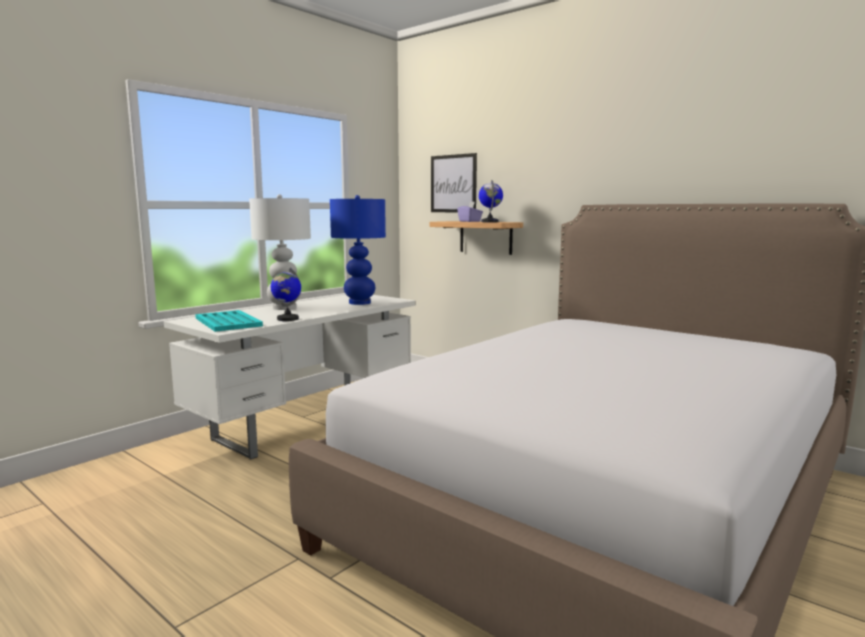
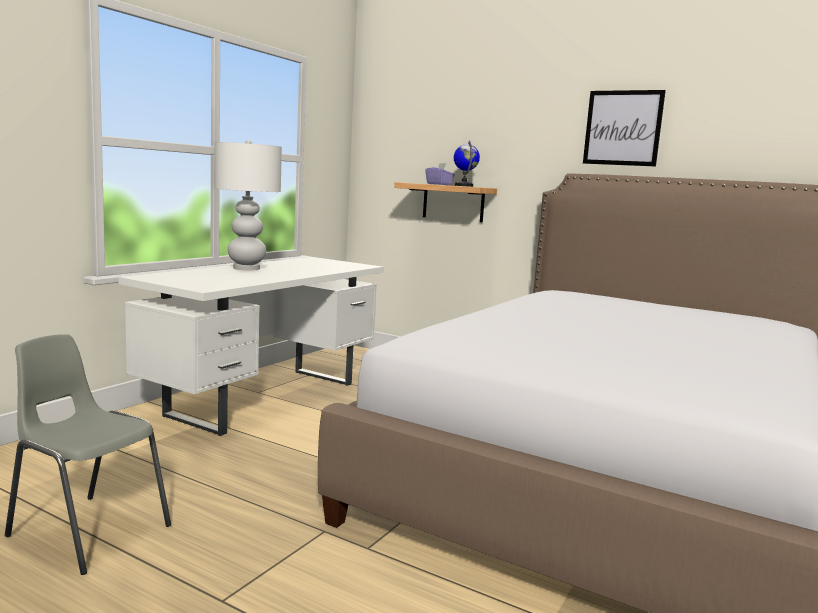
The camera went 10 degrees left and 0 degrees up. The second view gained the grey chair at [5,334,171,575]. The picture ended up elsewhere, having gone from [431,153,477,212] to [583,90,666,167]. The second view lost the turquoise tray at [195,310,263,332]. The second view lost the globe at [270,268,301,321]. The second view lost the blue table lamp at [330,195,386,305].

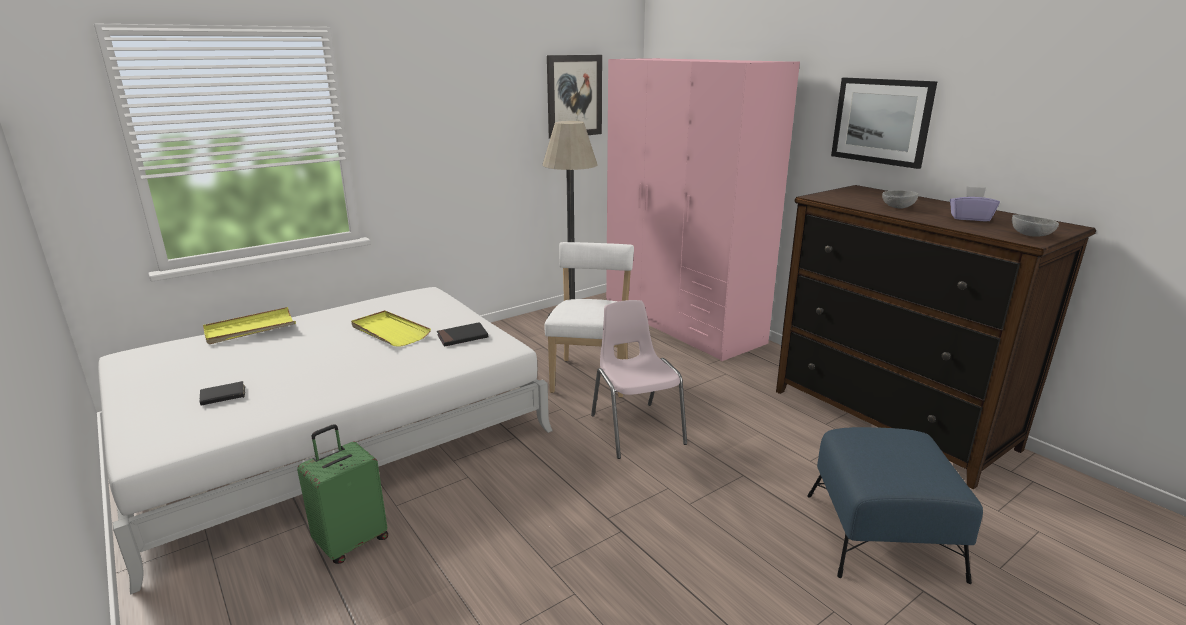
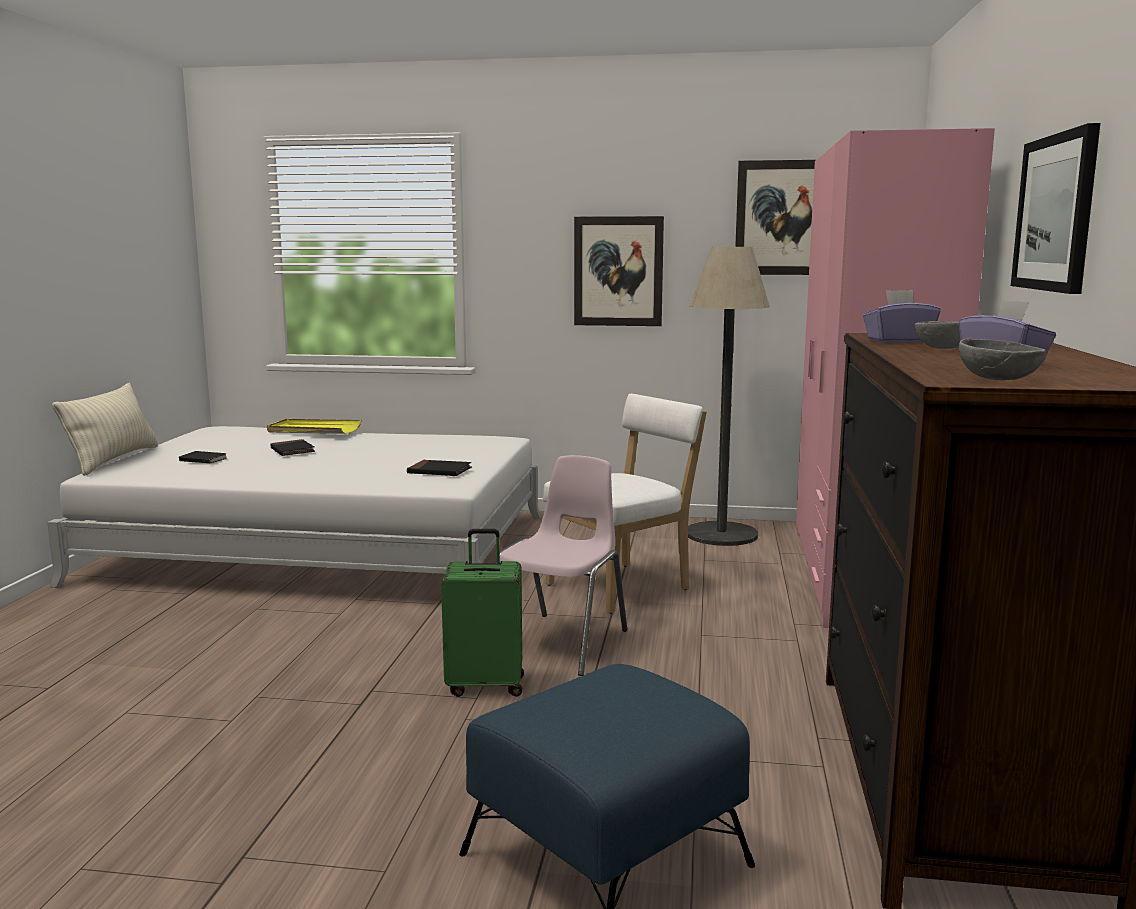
The camera went 45 degrees right and 10 degrees down. The second view gained the beige pillow at [52,383,158,476]. The second view gained the black book at [270,439,315,456]. The green suitcase ended up elsewhere, having gone from [297,424,388,564] to [441,529,524,697]. The second view gained the picture at [574,216,664,326]. The second view gained the purple tissue box at [863,290,941,343]. The second view lost the yellow tray at [351,310,431,347].

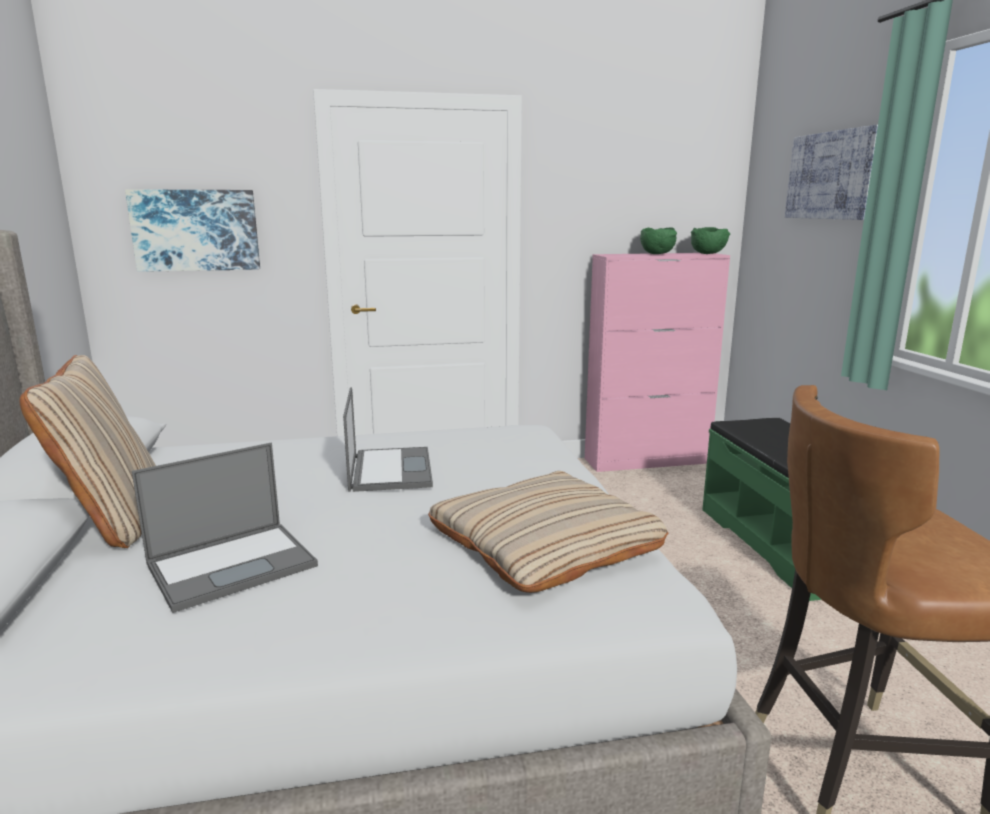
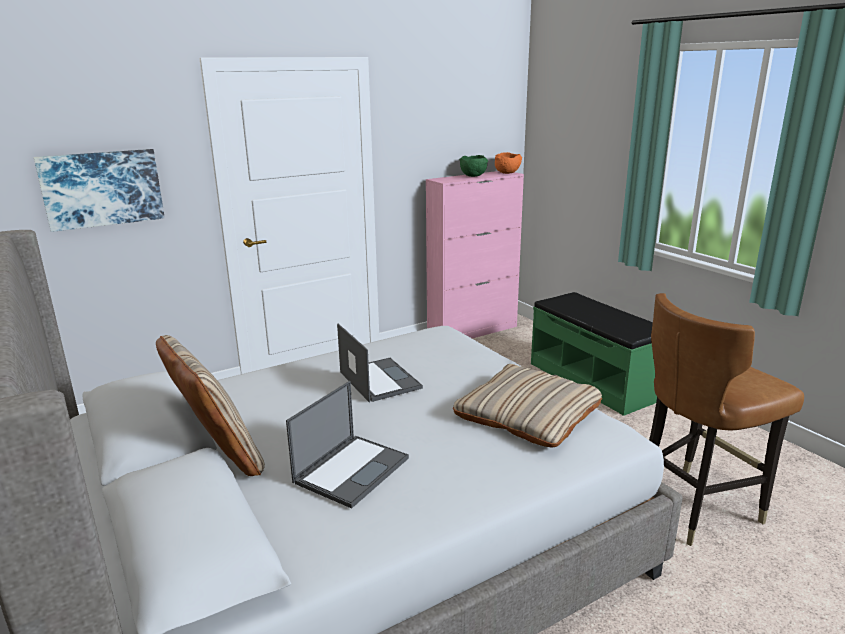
The camera went 20 degrees left and 5 degrees up. What was the green bowl at [691,227,730,254] turned into the orange bowl at [495,152,522,174]. The second view lost the picture at [785,125,878,220].

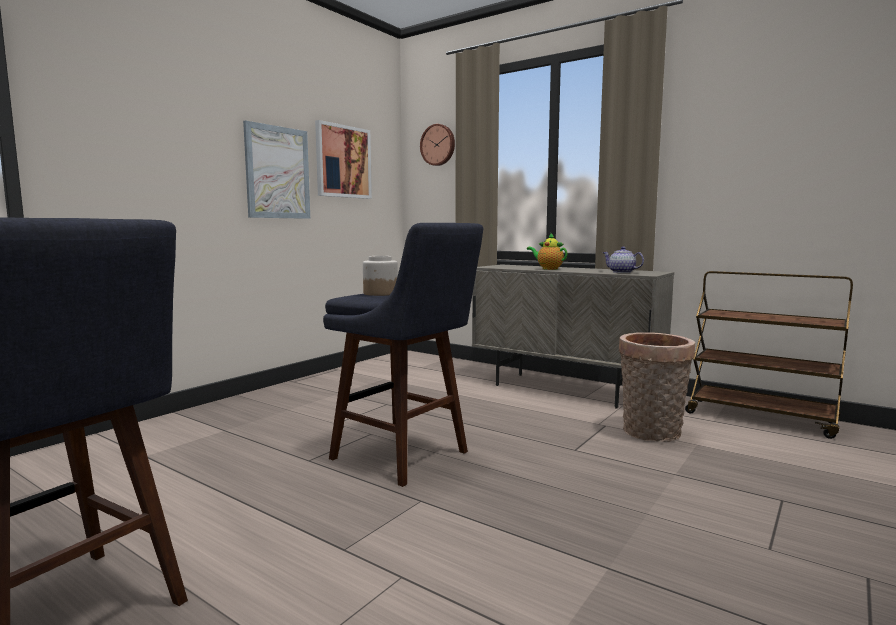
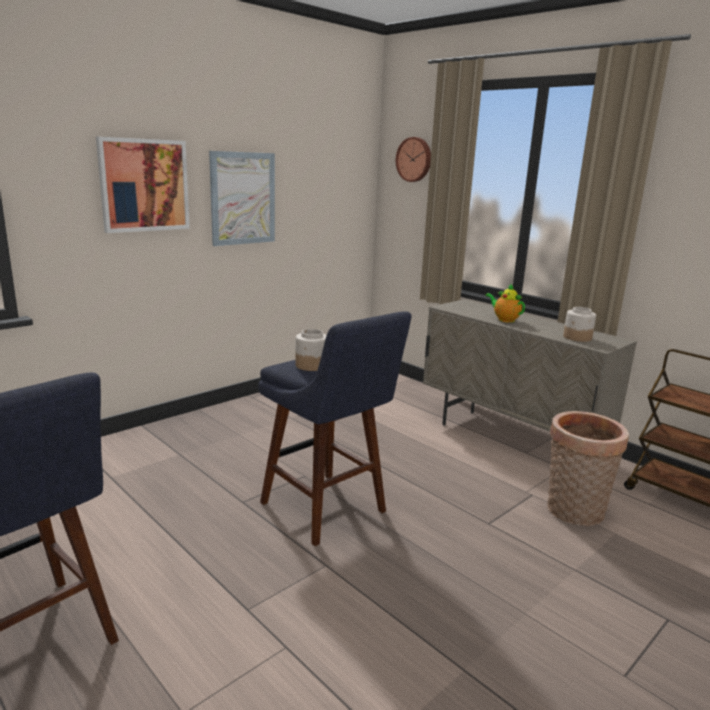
The camera went 10 degrees right and 10 degrees up. The picture ended up elsewhere, having gone from [315,120,372,199] to [96,137,190,233]. Where the teapot stood at [603,247,644,273], the jar came to stand at [563,307,596,342].

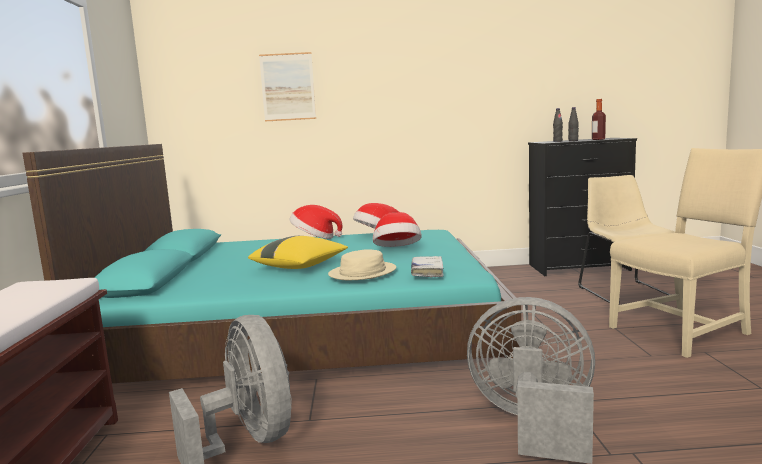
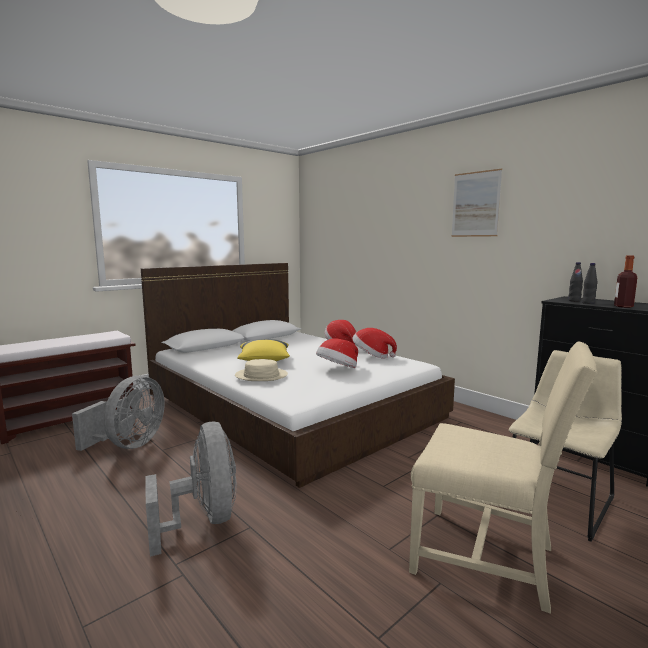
The camera went 50 degrees right and 0 degrees up. What was the turquoise bed at [23,144,521,383] turned into the white bed at [141,263,455,488]. The picture ended up elsewhere, having gone from [259,52,316,121] to [451,169,502,237]. The second view lost the white book at [411,256,444,278].

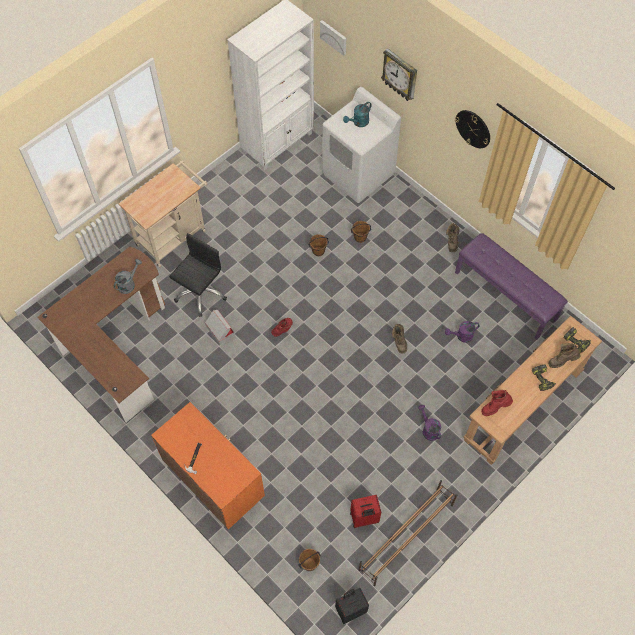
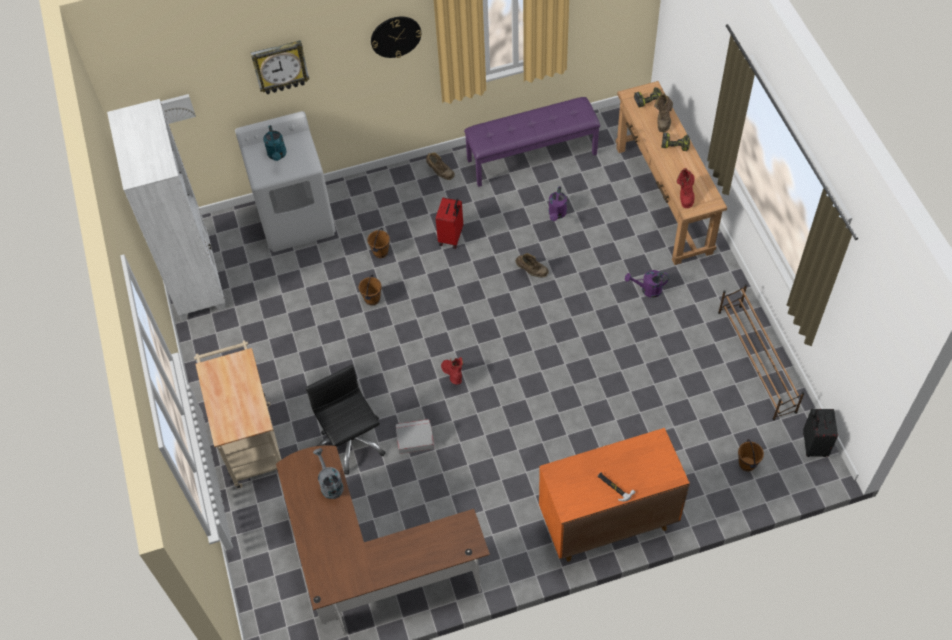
The camera went 60 degrees left and 5 degrees down. The red suitcase ended up elsewhere, having gone from [350,495,381,528] to [436,198,463,249].

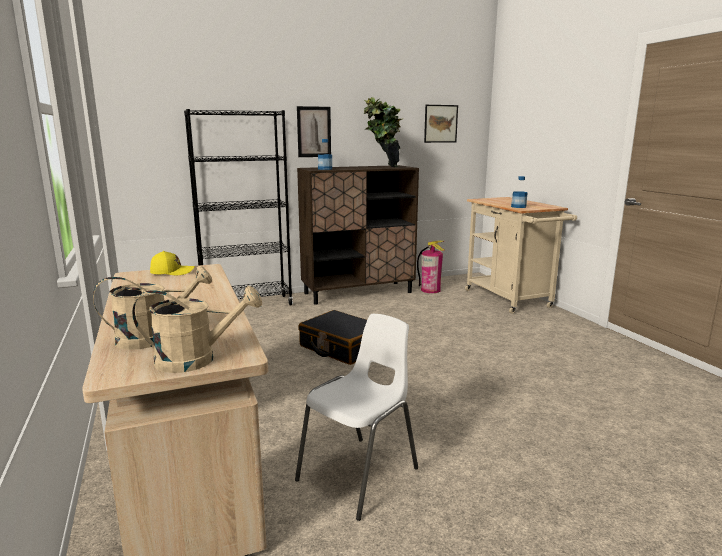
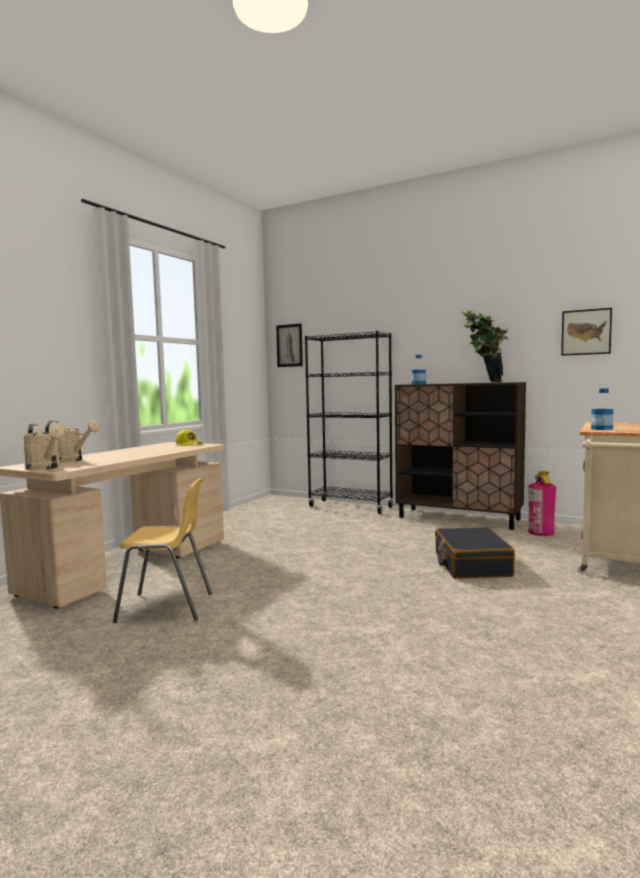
The camera went 50 degrees right and 10 degrees down. What was the white chair at [295,314,418,521] turned into the yellow chair at [113,478,212,623]. The picture ended up elsewhere, having gone from [297,106,331,157] to [276,323,303,367]. The black suitcase ended up elsewhere, having gone from [298,310,367,365] to [435,527,515,579].

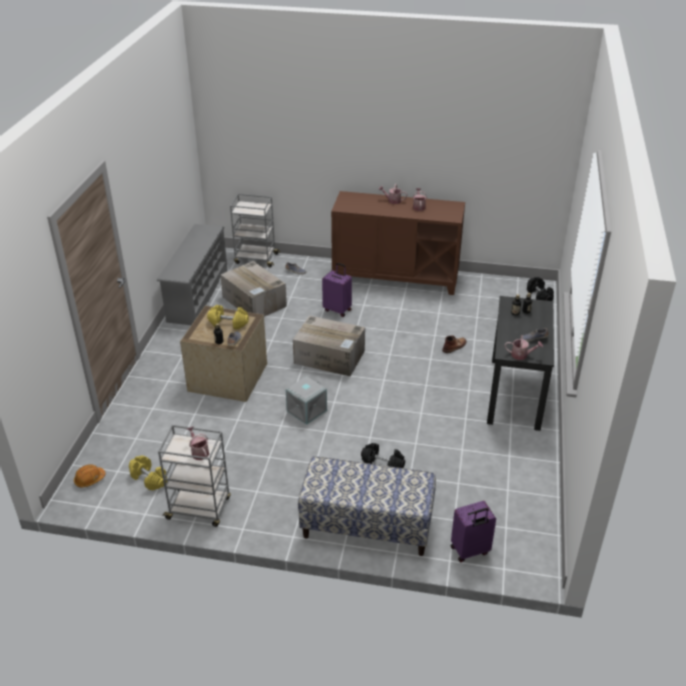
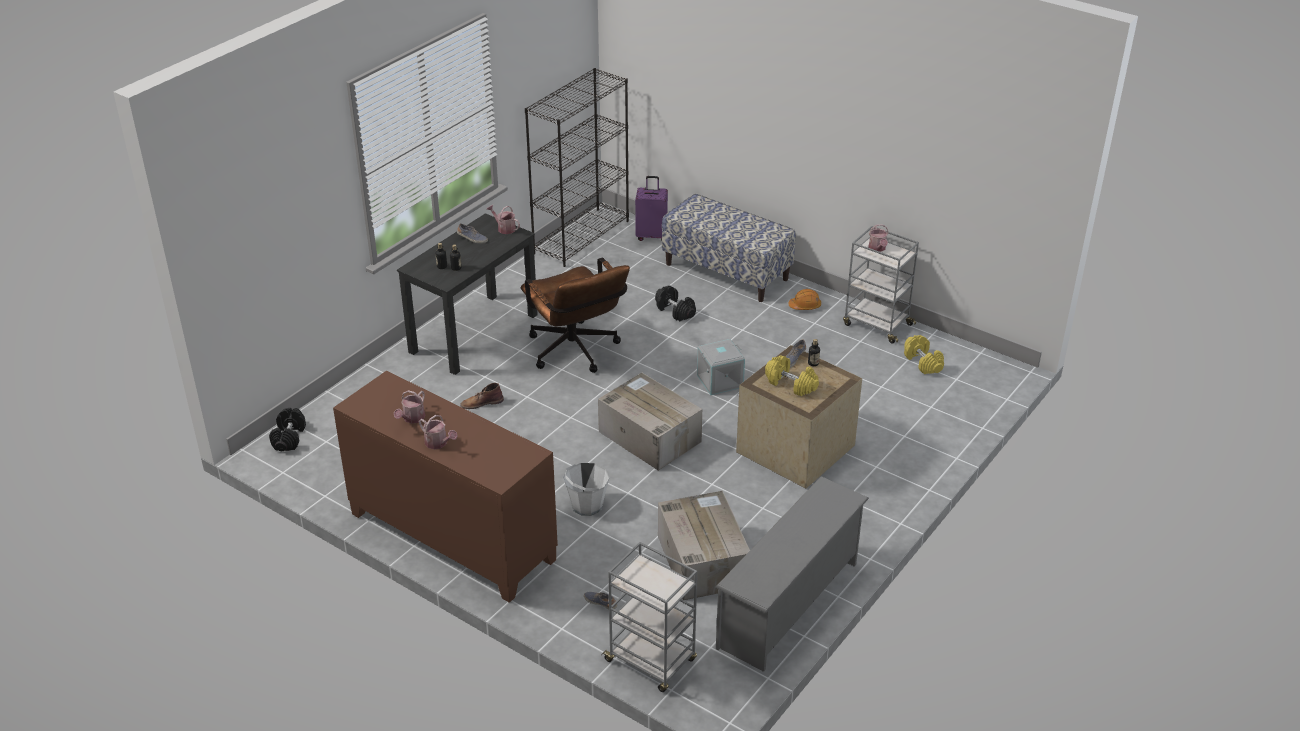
The camera went 155 degrees left and 0 degrees up. The second view gained the brown office chair at [521,258,630,373]. The second view gained the black bookcase at [525,68,629,267]. Where the purple suitcase stood at [322,263,352,317], the white bucket came to stand at [563,463,609,516]. The orange hard hat ended up elsewhere, having gone from [74,464,105,487] to [788,289,821,310].

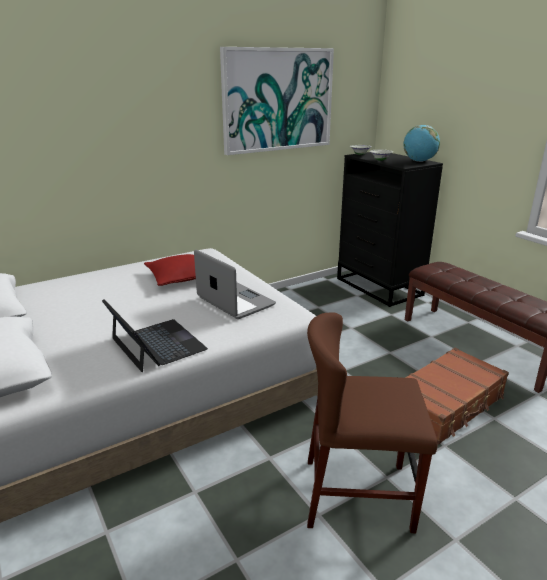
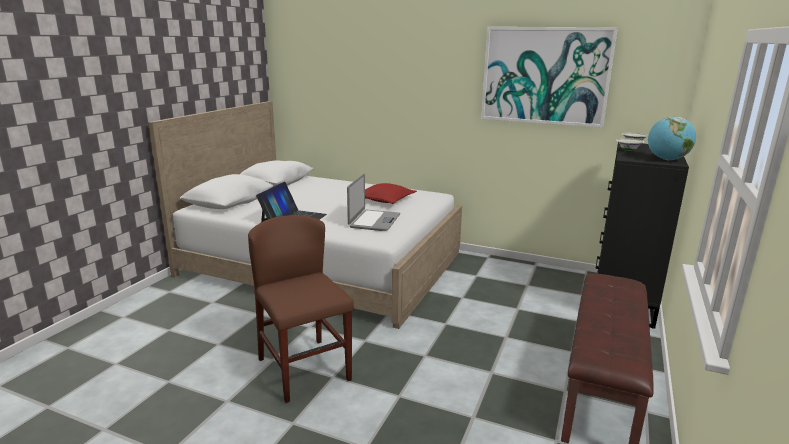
The camera went 55 degrees right and 5 degrees down. The second view lost the brown suitcase at [405,348,509,444].

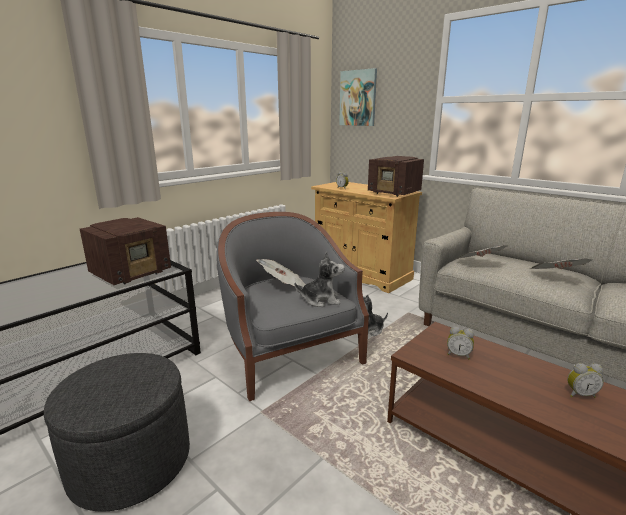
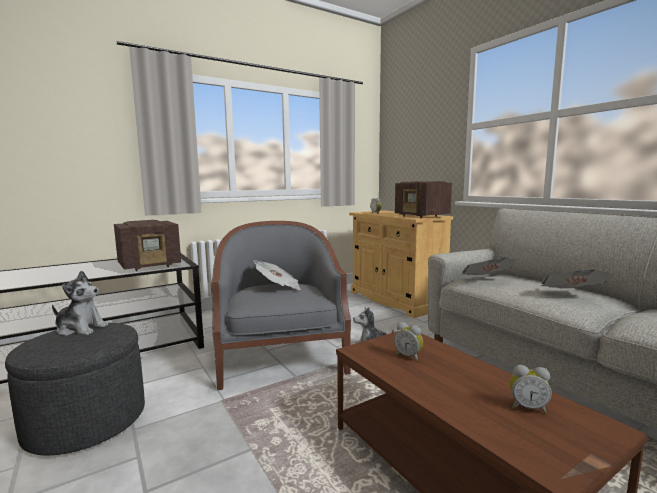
The camera went 15 degrees right and 10 degrees down. The plush toy ended up elsewhere, having gone from [295,251,345,307] to [52,270,108,336]. The second view lost the picture at [339,68,377,126].

